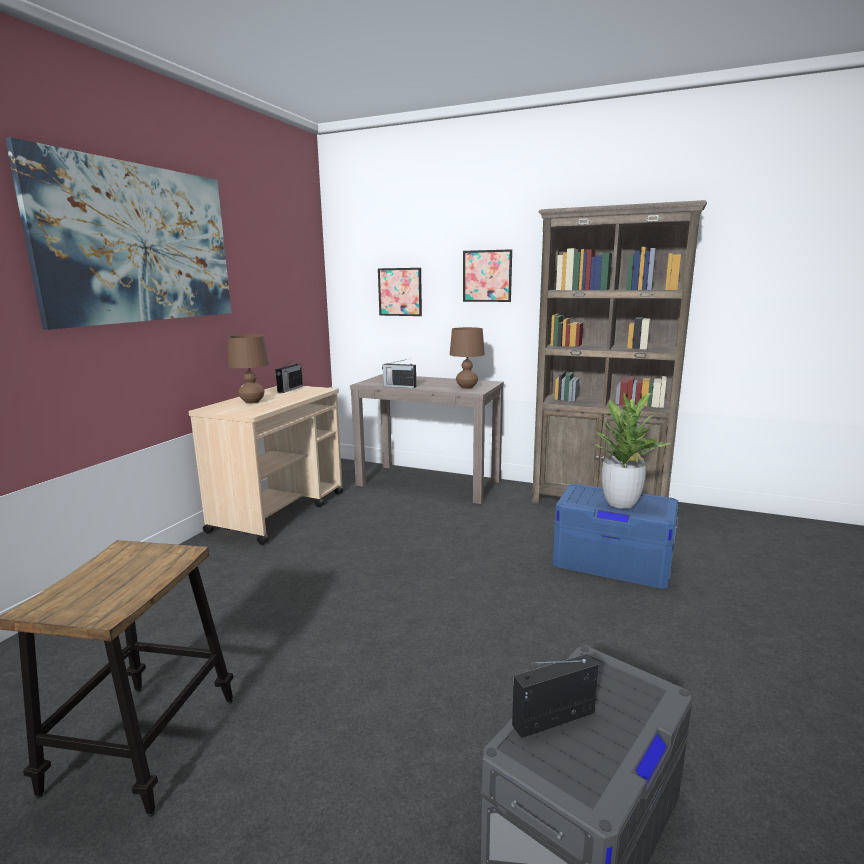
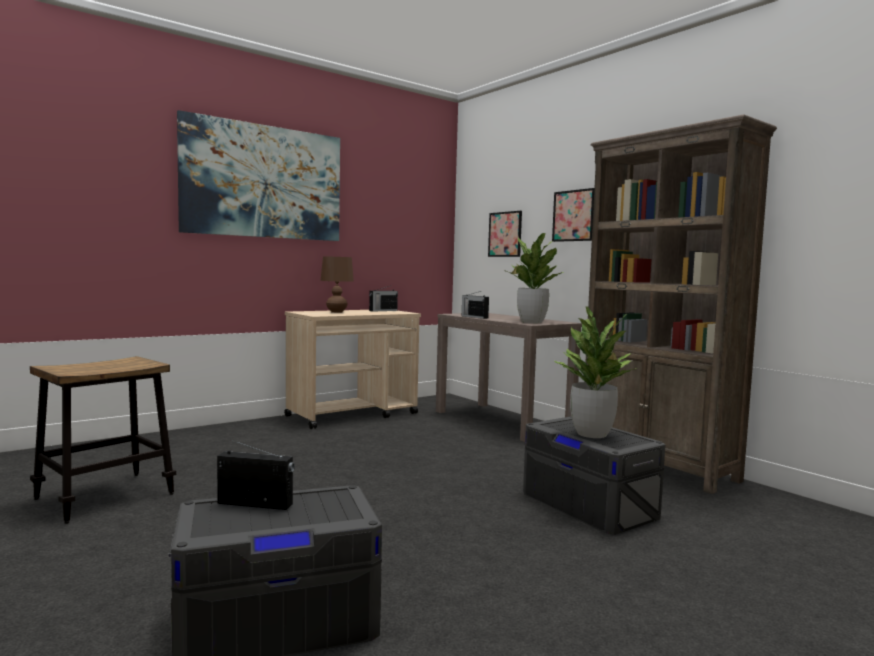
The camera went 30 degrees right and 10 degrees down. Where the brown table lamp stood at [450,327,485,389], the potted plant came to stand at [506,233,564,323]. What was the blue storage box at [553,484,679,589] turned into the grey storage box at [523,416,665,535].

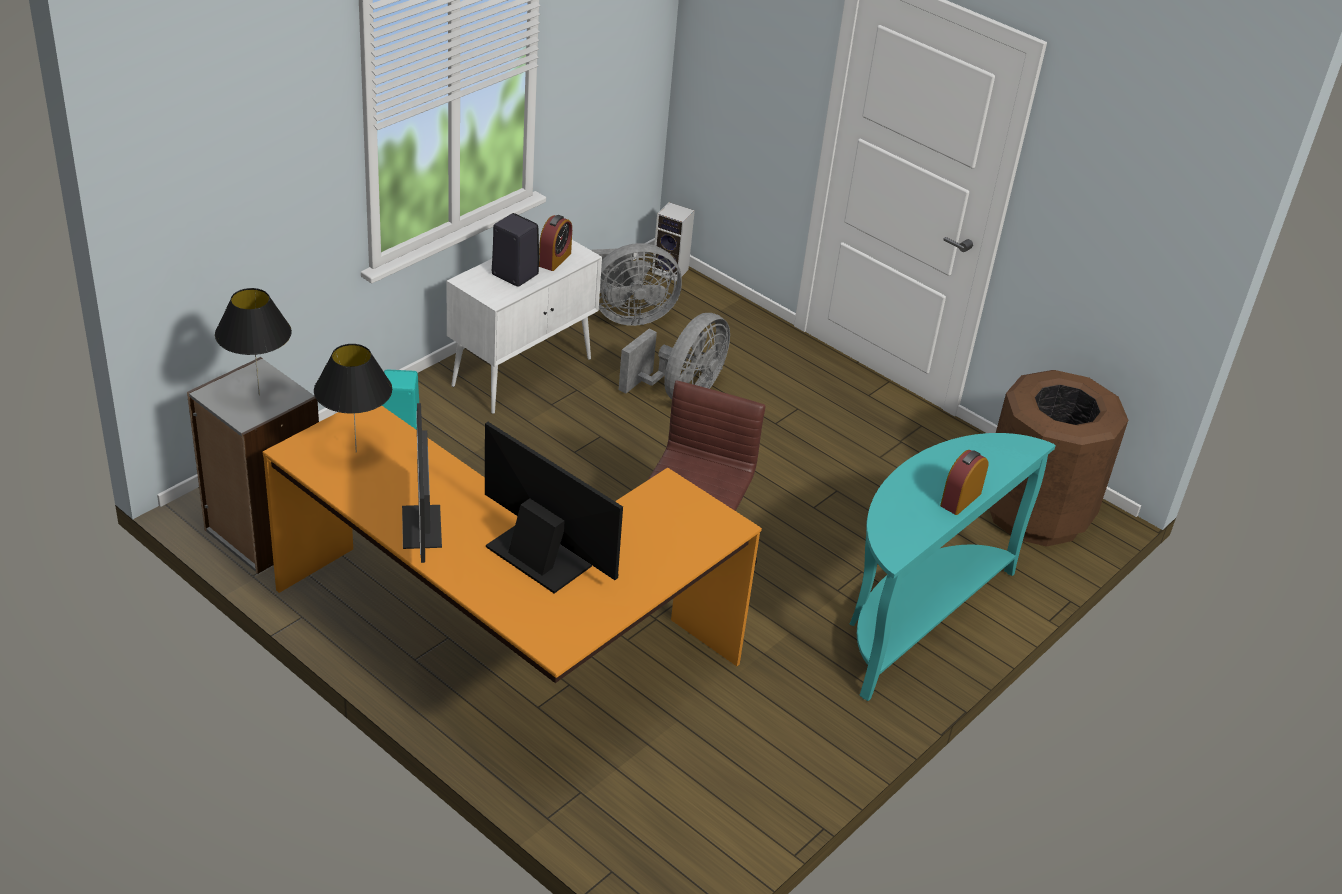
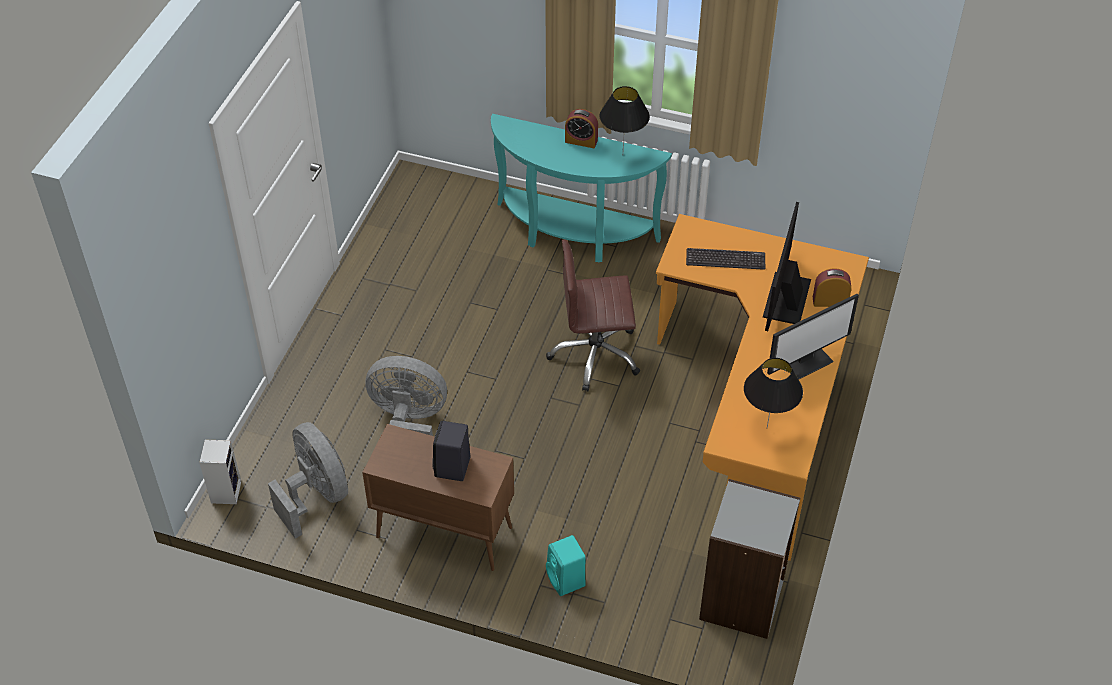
The camera went 110 degrees left and 10 degrees up. What was the white cabinet at [447,235,602,414] turned into the brown cabinet at [362,424,514,571]. The black table lamp ended up elsewhere, having gone from [215,288,292,395] to [599,86,650,149]. The second view gained the keyboard at [686,248,765,270]. The alarm clock ended up elsewhere, having gone from [539,215,572,271] to [813,268,851,307]. The second view lost the brown trash can at [989,370,1128,547].

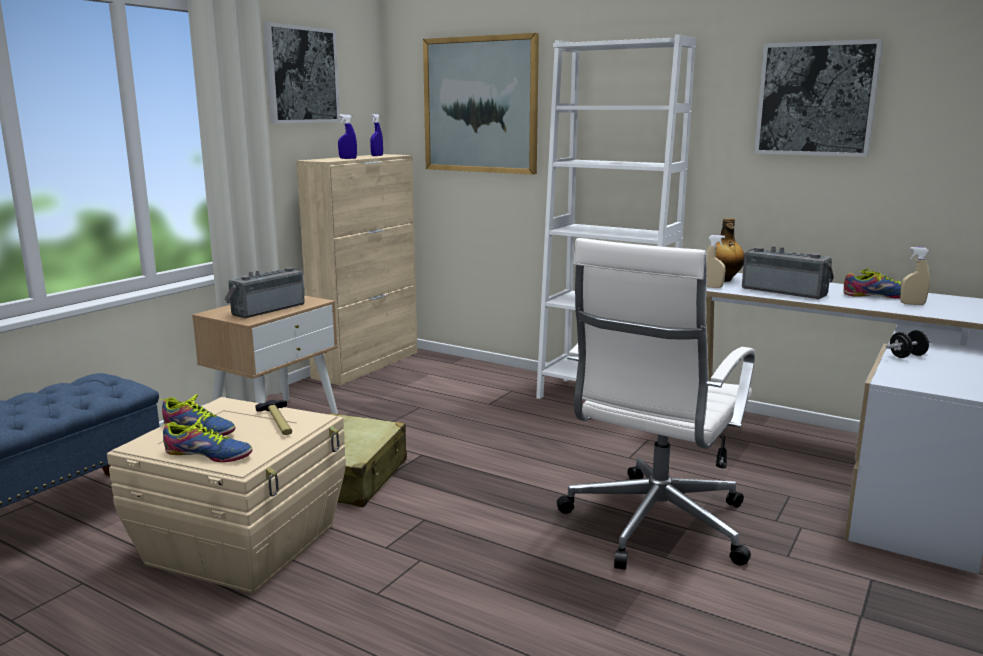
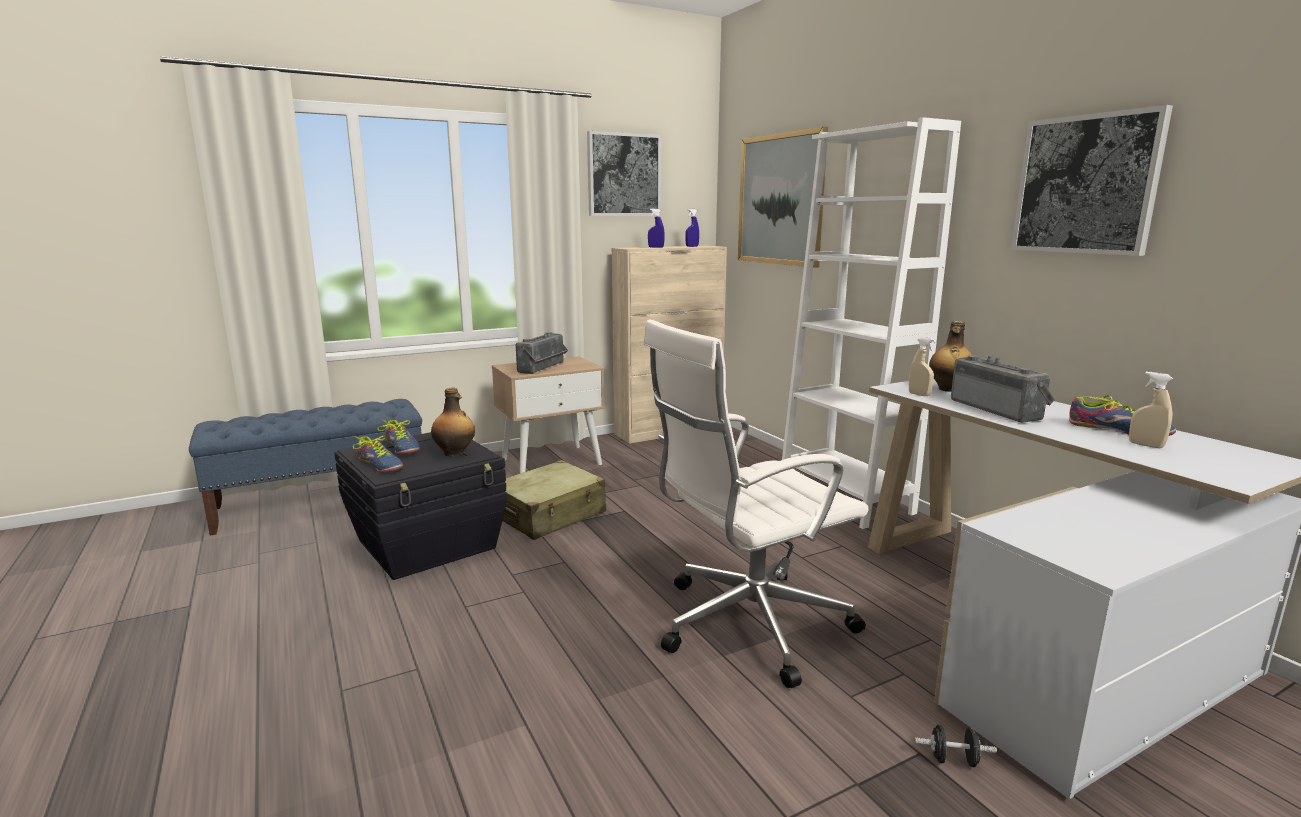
The camera went 30 degrees right and 0 degrees up. What was the beige storage box at [107,397,346,594] turned into the black storage box at [334,432,507,580]. Where the hammer stood at [255,400,292,435], the bottle came to stand at [431,387,475,456]. The radio at [225,267,305,318] ended up facing another way, 135 degrees clockwise from before. The black dumbbell ended up elsewhere, having gone from [886,330,931,358] to [915,725,997,767].

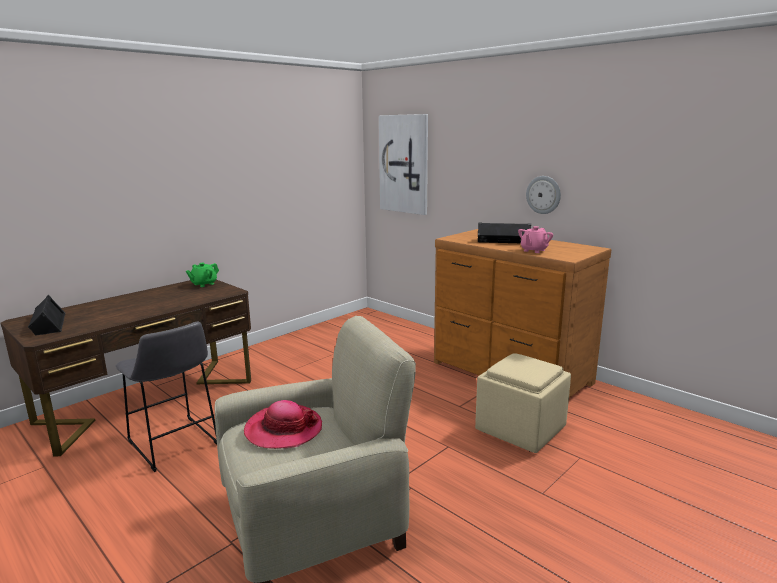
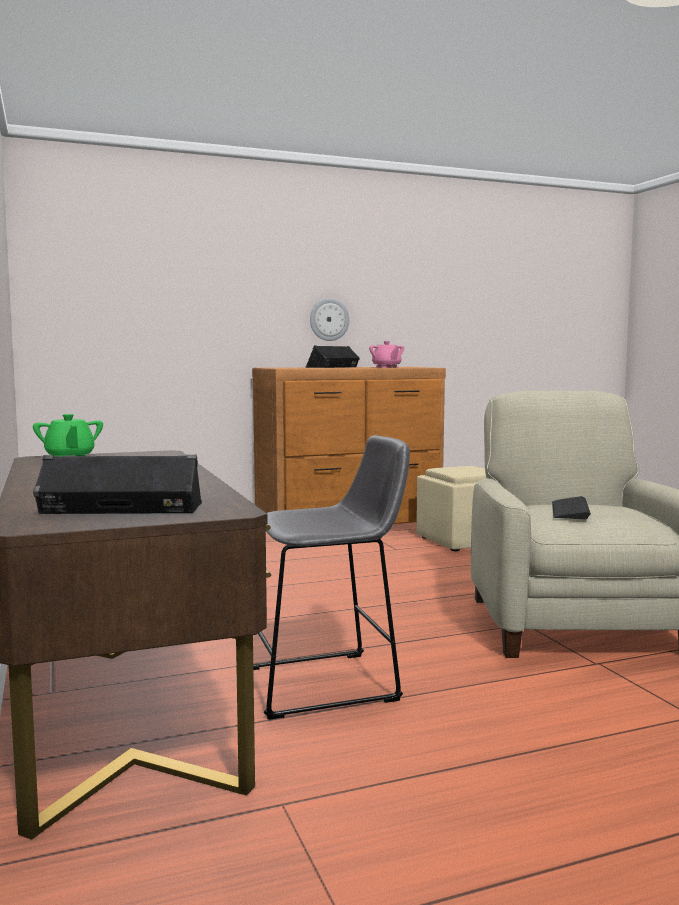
The camera went 65 degrees left and 10 degrees down. Where the hat stood at [244,400,322,449], the keyboard came to stand at [552,496,591,519]. The second view lost the picture at [379,114,428,215].

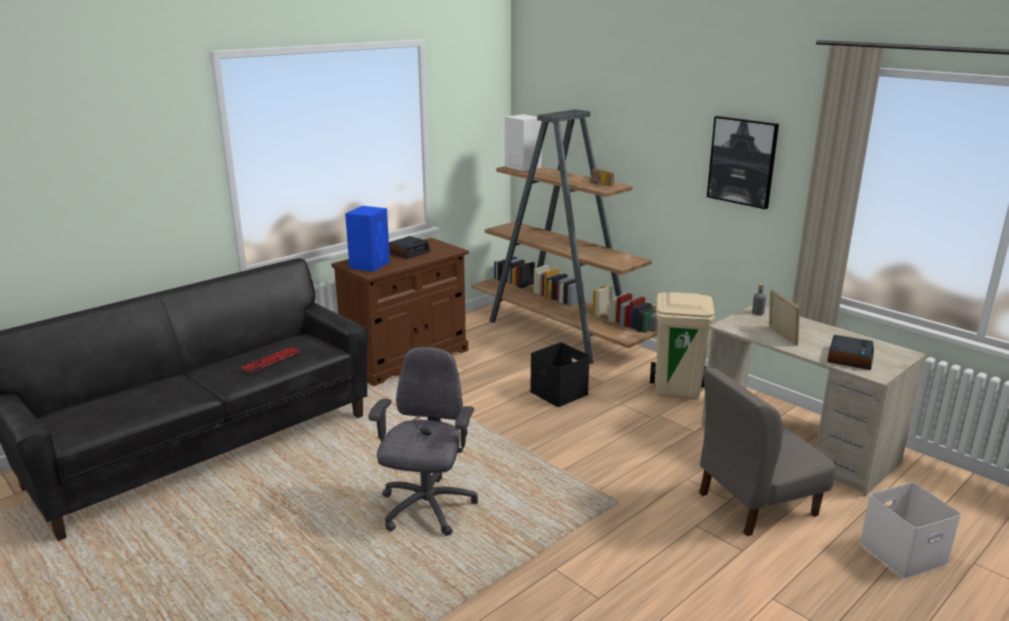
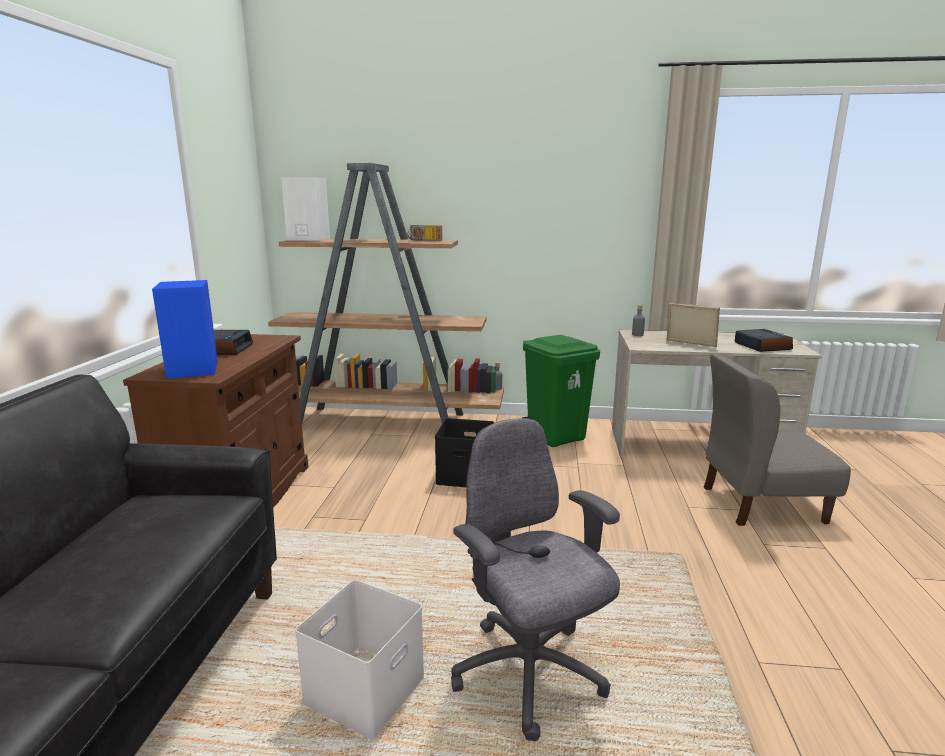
The camera went 40 degrees left and 5 degrees down. The white storage box ended up elsewhere, having gone from [859,482,961,579] to [295,580,424,739]. What was the beige trash can at [650,292,715,400] turned into the green trash can at [522,335,600,447]. The grey chair at [699,368,836,536] ended up facing another way, 60 degrees clockwise from before. The second view lost the keyboard at [240,347,302,373]. The second view lost the picture at [707,116,779,209].

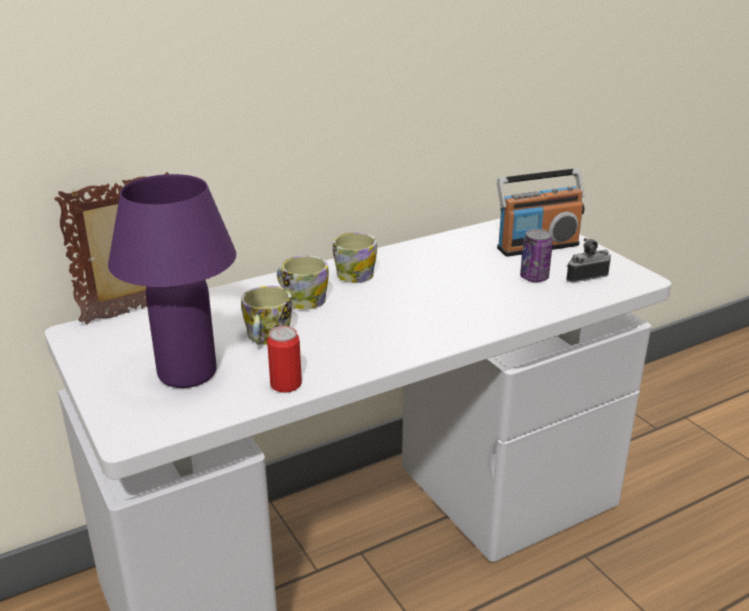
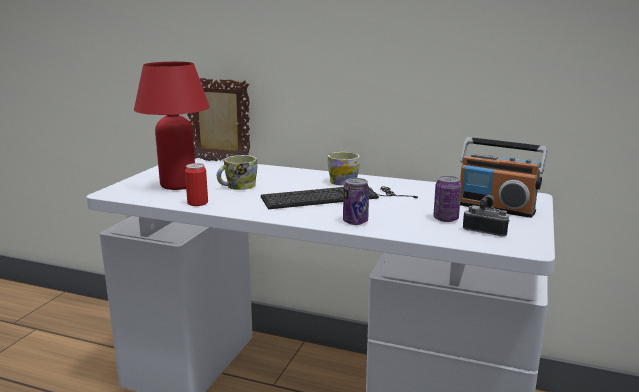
The camera went 50 degrees right and 10 degrees down. What was the purple table lamp at [108,174,236,388] turned into the red table lamp at [134,62,210,190]. The second view gained the keyboard at [261,187,418,209]. The second view gained the can at [343,178,369,225]. The second view lost the mug at [277,255,329,309].

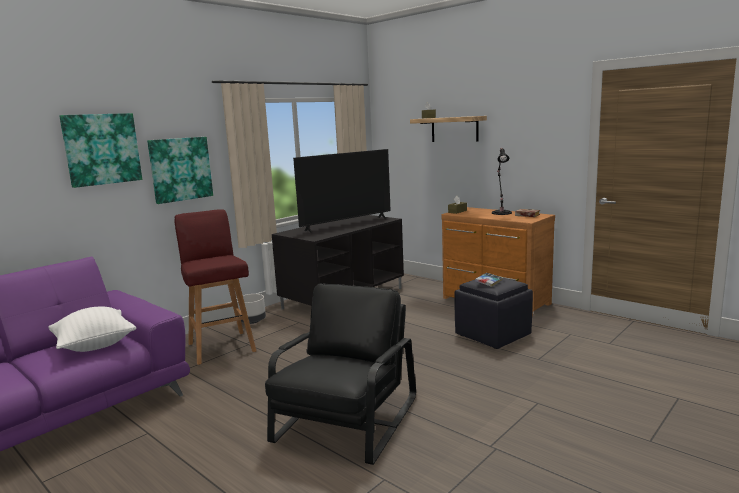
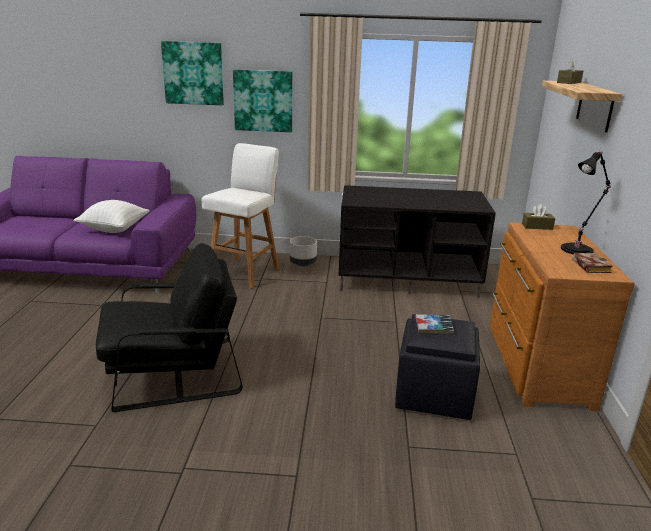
The camera went 50 degrees right and 10 degrees up. What was the red stool at [175,209,256,365] turned into the white stool at [202,143,279,288]. The second view lost the television at [293,149,391,233].

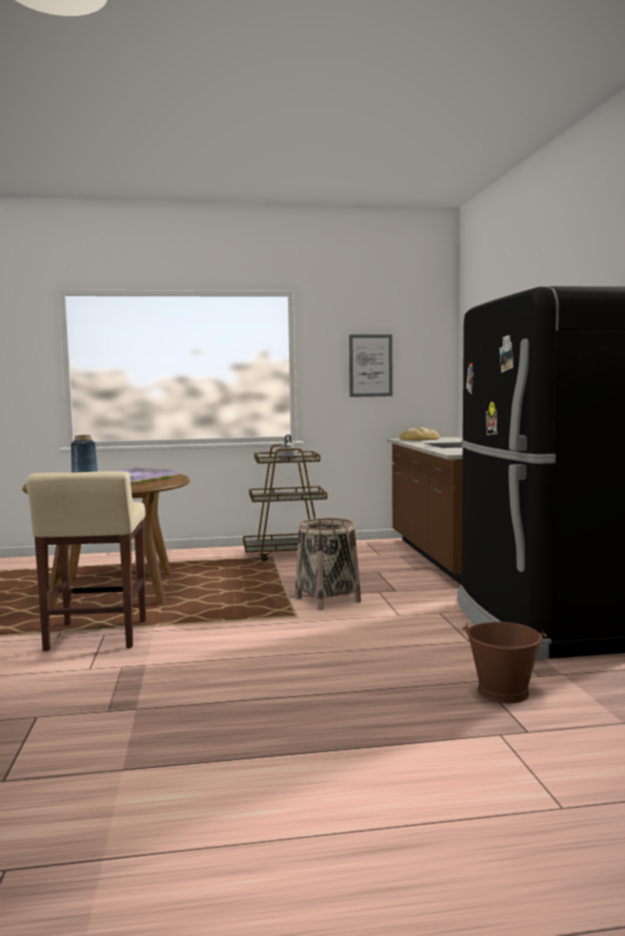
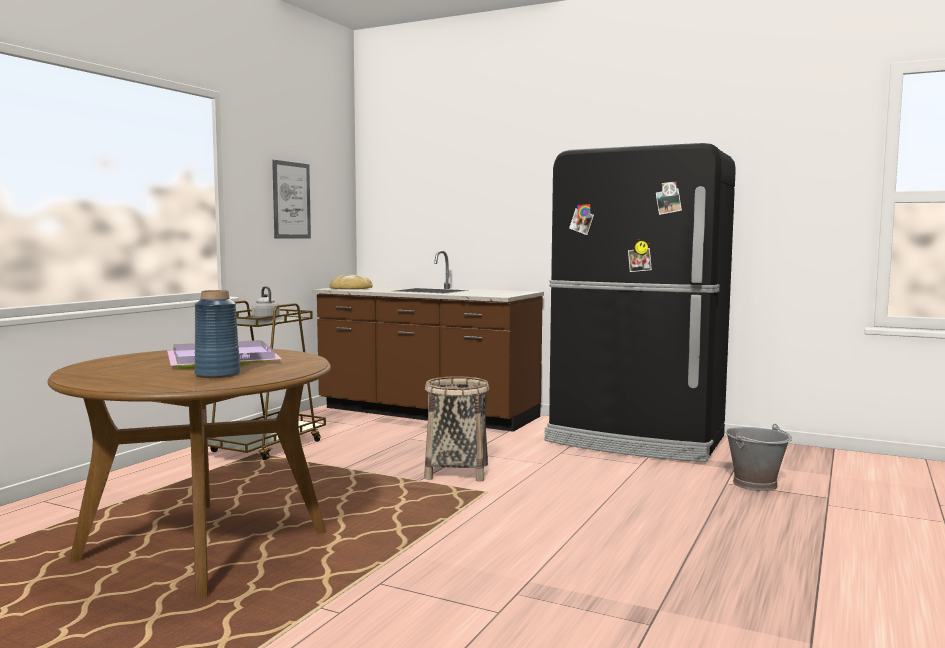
The camera went 55 degrees left and 0 degrees up. What was the brown bucket at [463,622,547,704] turned into the grey bucket at [726,424,792,491]. The second view lost the beige stool at [26,471,146,651].

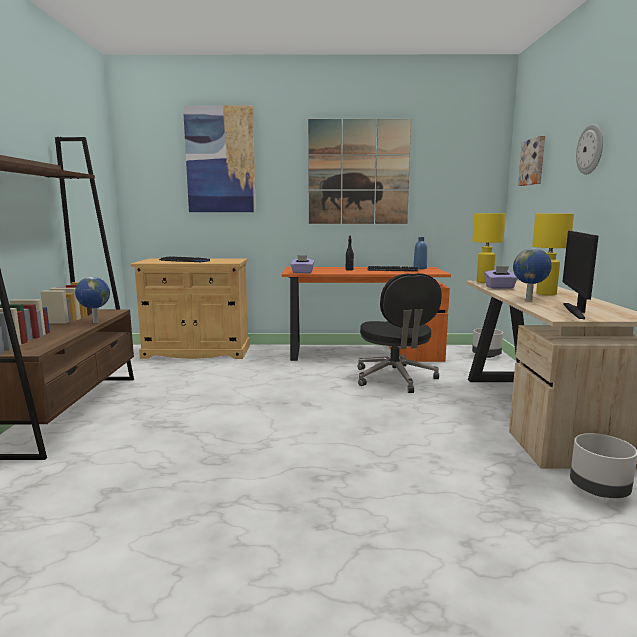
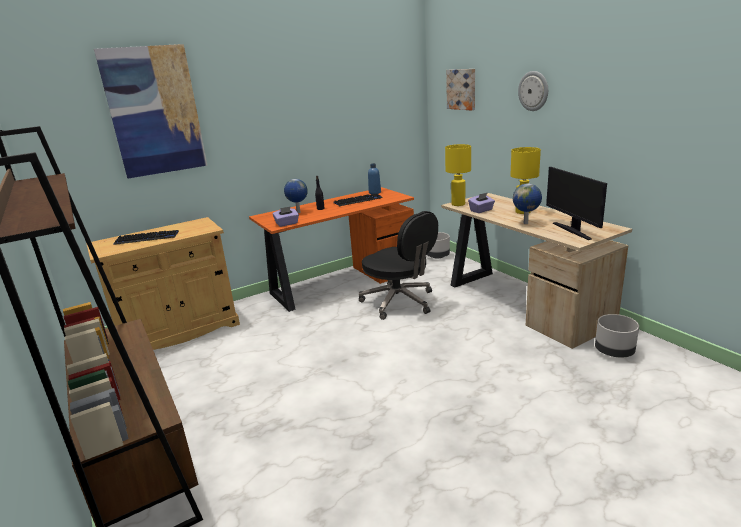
The camera went 30 degrees left and 10 degrees up. The globe ended up elsewhere, having gone from [75,277,110,323] to [284,179,308,213]. The second view lost the picture at [308,119,411,224].

